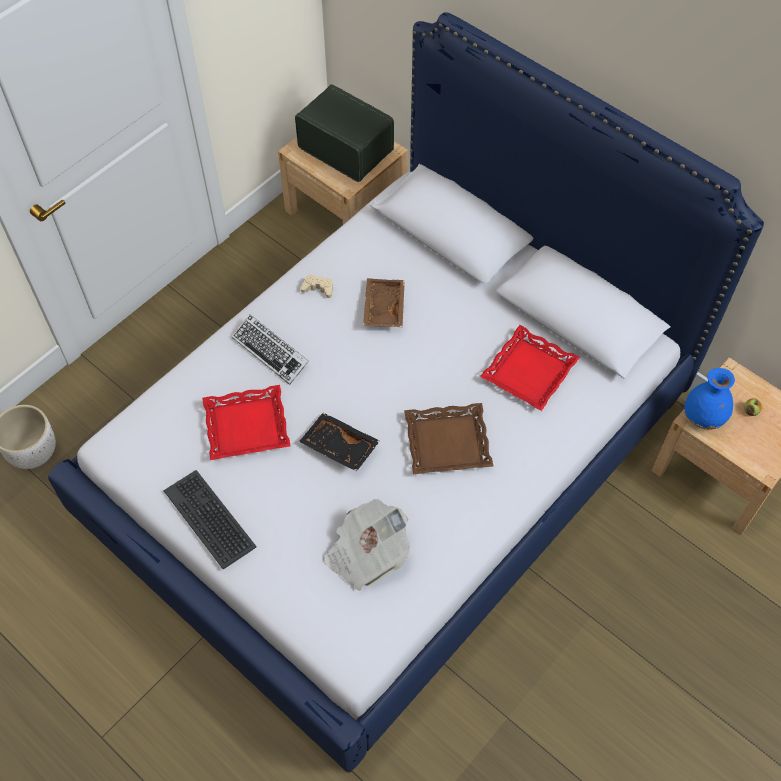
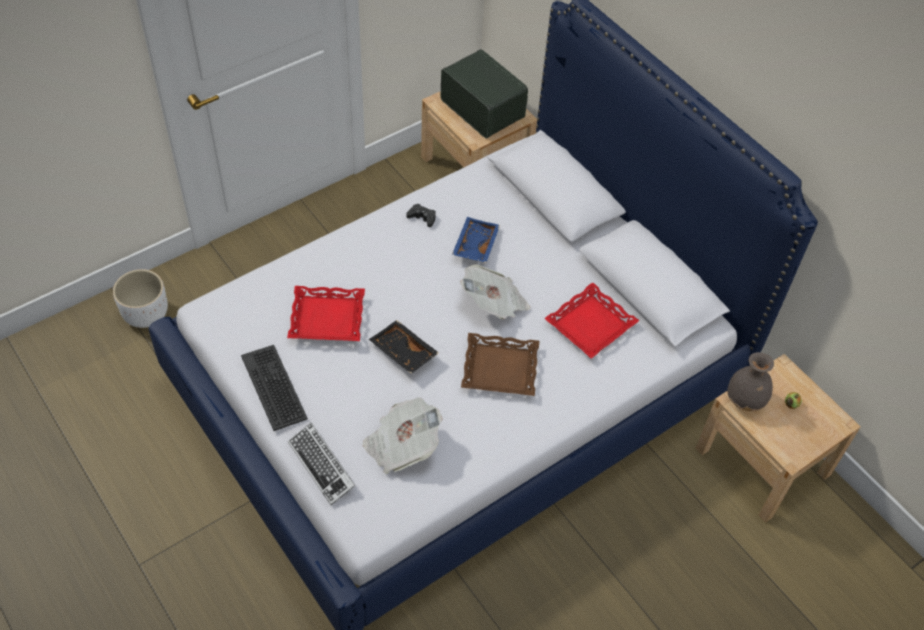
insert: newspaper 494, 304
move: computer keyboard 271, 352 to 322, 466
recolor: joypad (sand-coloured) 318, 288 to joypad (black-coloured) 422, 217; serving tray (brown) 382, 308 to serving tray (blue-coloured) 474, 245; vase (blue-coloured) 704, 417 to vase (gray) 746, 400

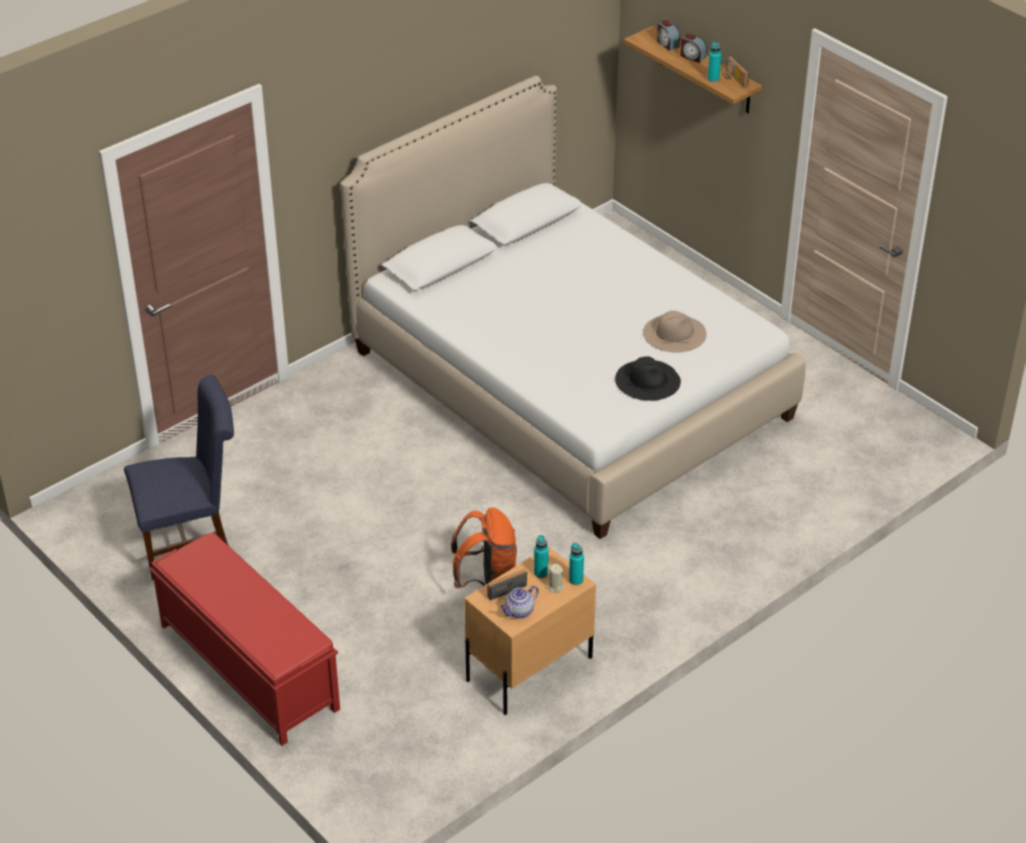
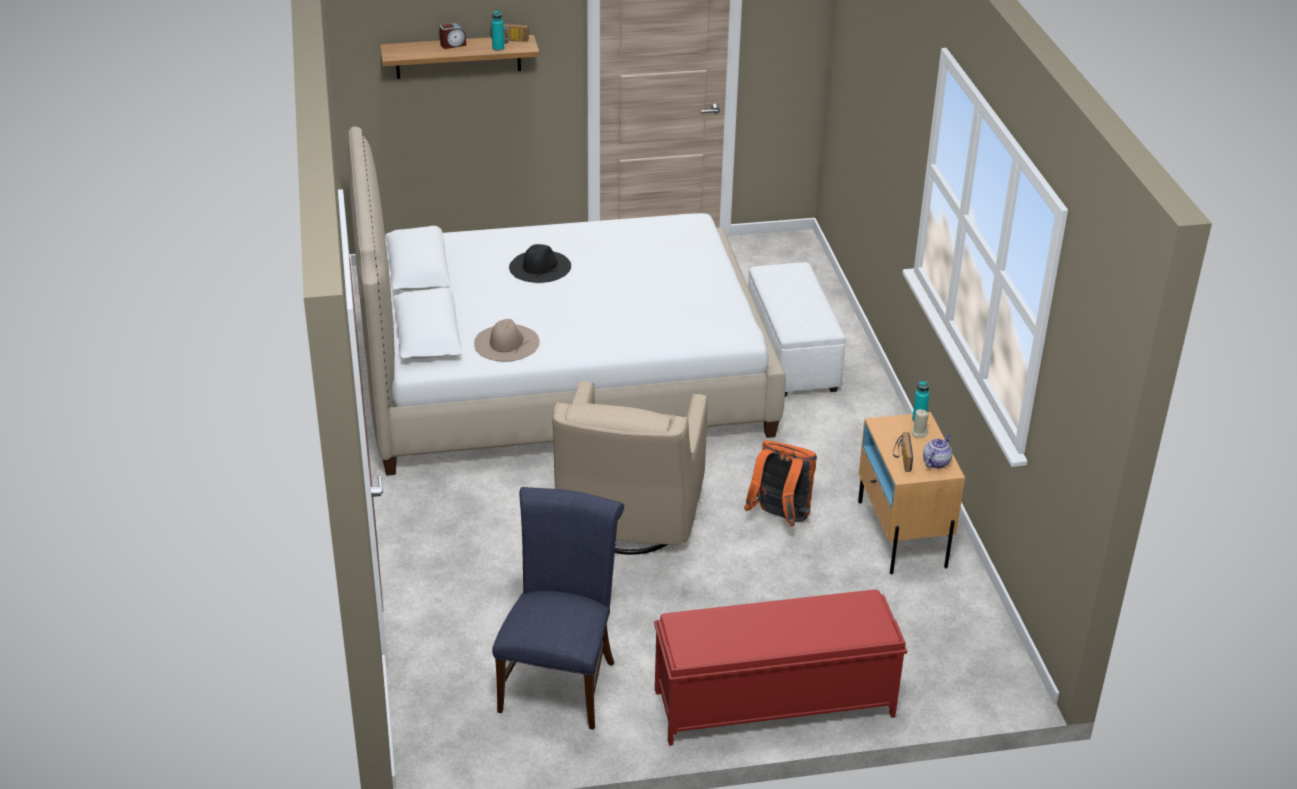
delete: beverage bottle (blue-green) 541, 573; table clock 667, 44
insert: armchair (sand-coloured) 628, 522; footrest (whitish) 791, 355
move: clothing hat (black-coloured) 647, 380 to 540, 266; clothing hat (sand-coloured) 674, 333 to 506, 342
rotate: tea pot 519, 612 = 936, 462 135 degrees counterclockwise

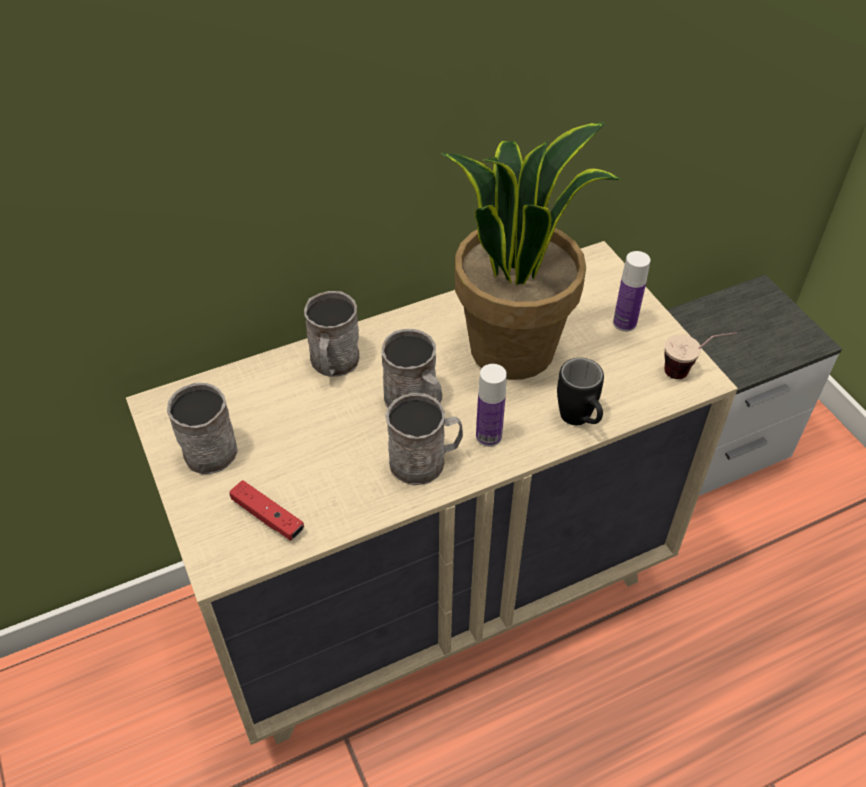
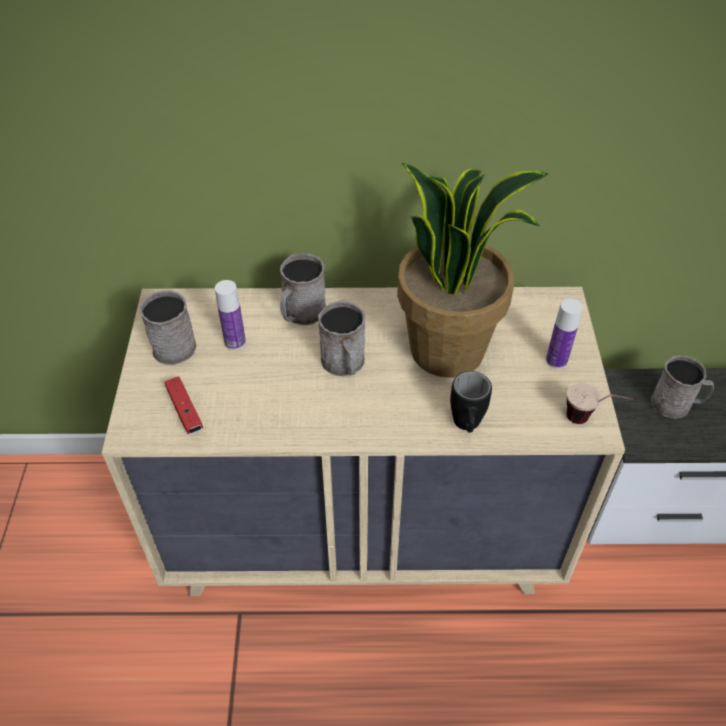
move: tea mug (gray) 425, 461 to 676, 404; beverage bottle 488, 436 to 235, 342

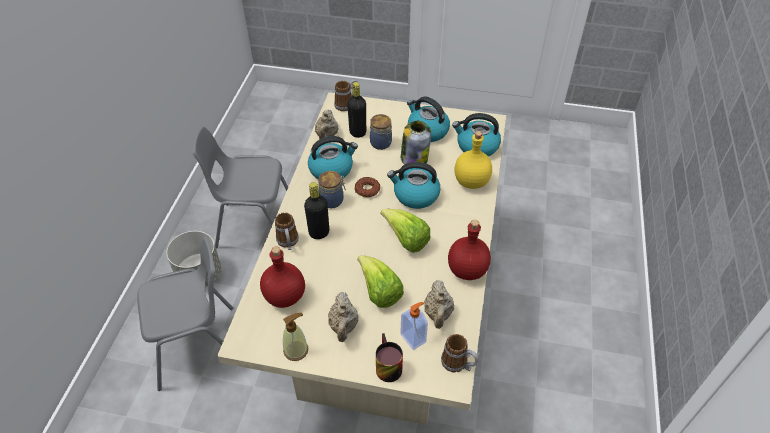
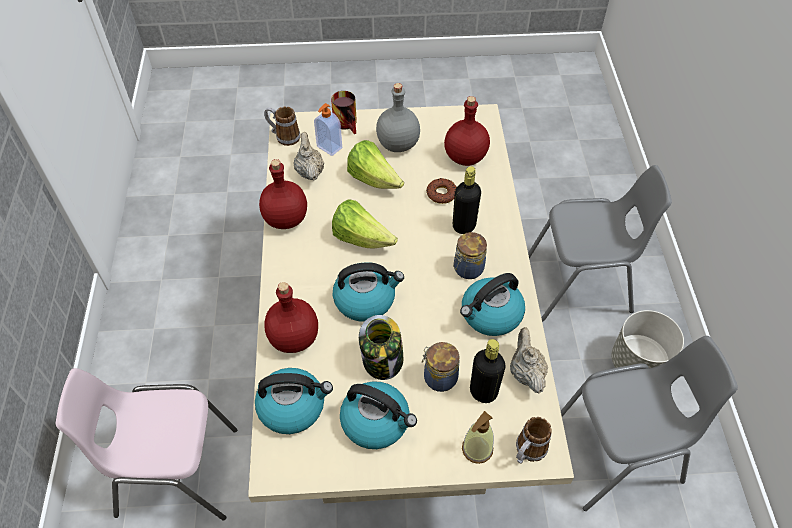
delete: tea mug 288, 243
insert: upright chair (pink-coloured) 176, 472
move: soap dispenser 296, 350 to 477, 449; ring doughnut 367, 189 to 441, 194
replace: tea pot (sand-coloured) 343, 326 to beverage bottle (gray) 397, 144
recolor: beverage bottle (yellowish) 471, 182 to beverage bottle (reddish) 294, 337
rotate: upright chair (gray) 198, 346 = 580, 285 150 degrees counterclockwise

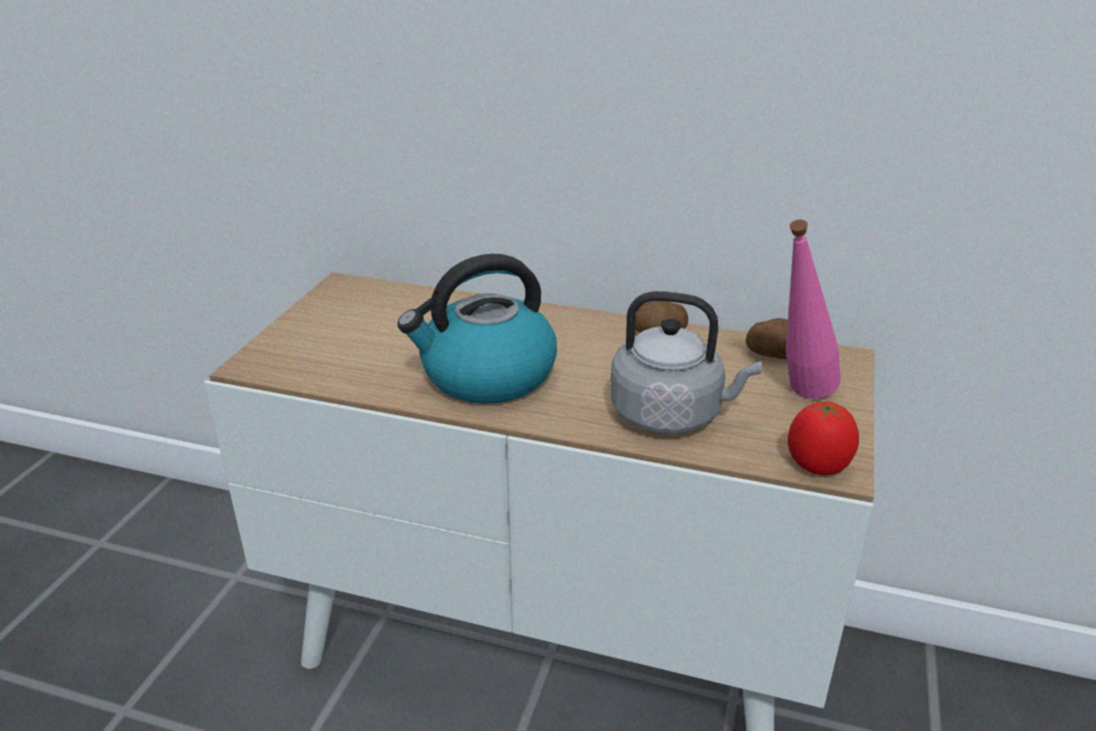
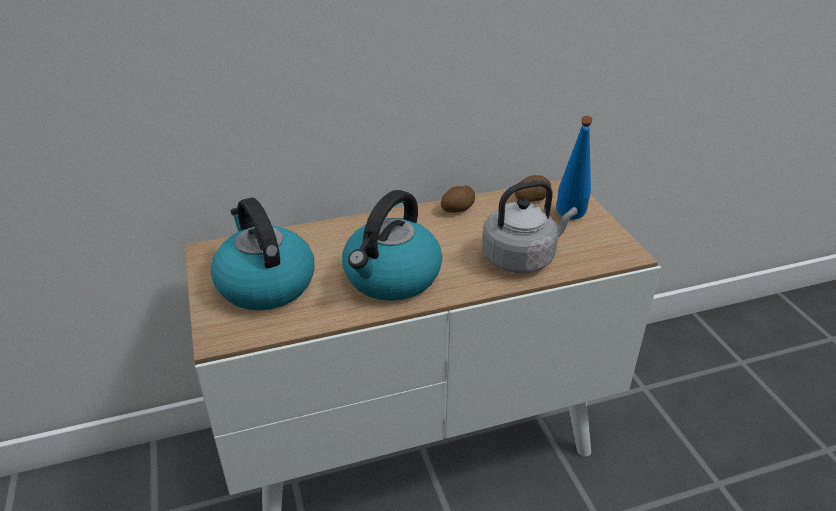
delete: fresh tomato 817, 466
insert: water kettle 265, 284
recolor: beverage bottle (pink-coloured) 796, 398 to beverage bottle (blue-coloured) 569, 221

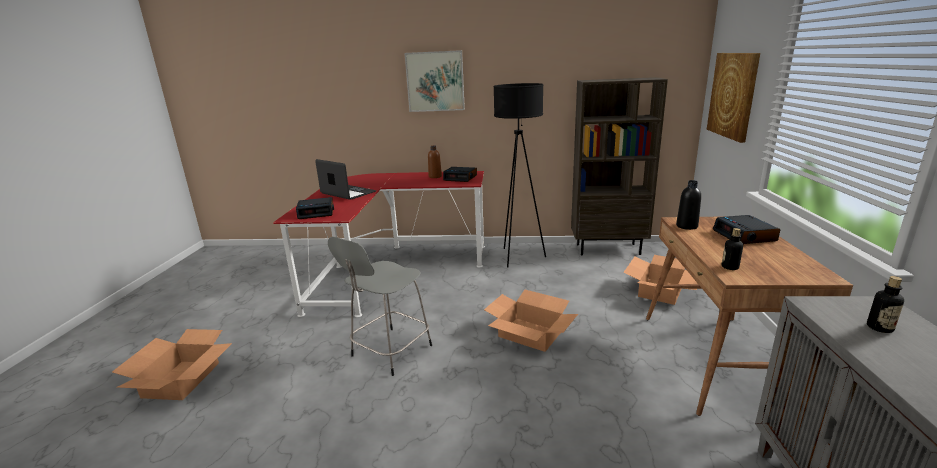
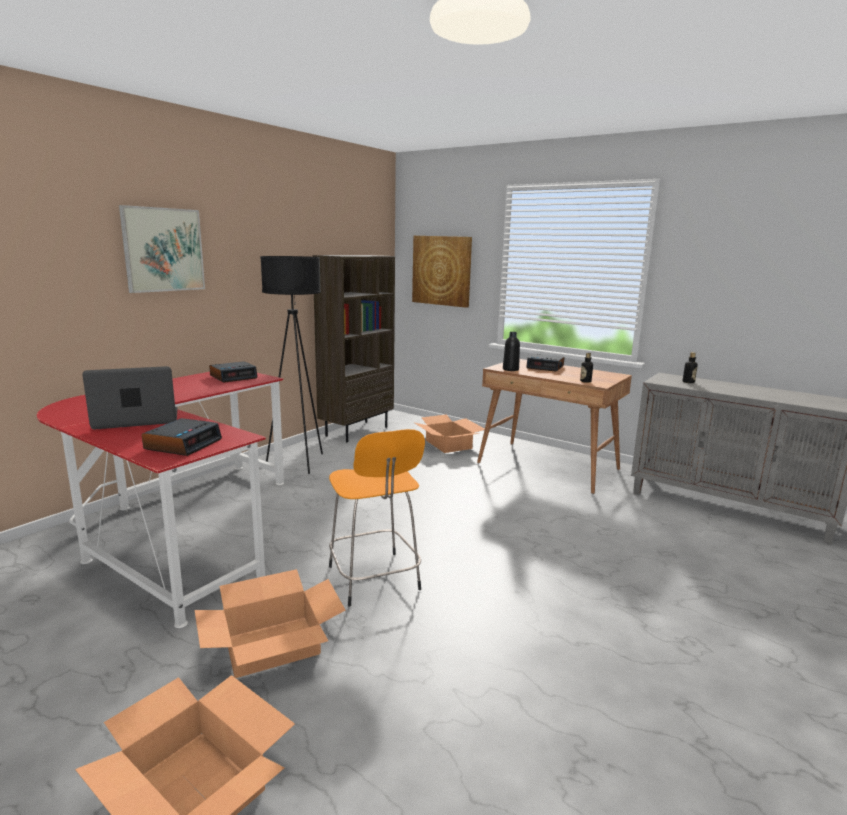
delete: beverage bottle (brown) 435, 176
move: cardboard box 530, 334 to 272, 645
recolor: sitting stool (gray) 389, 352 to sitting stool (orangey) 374, 580

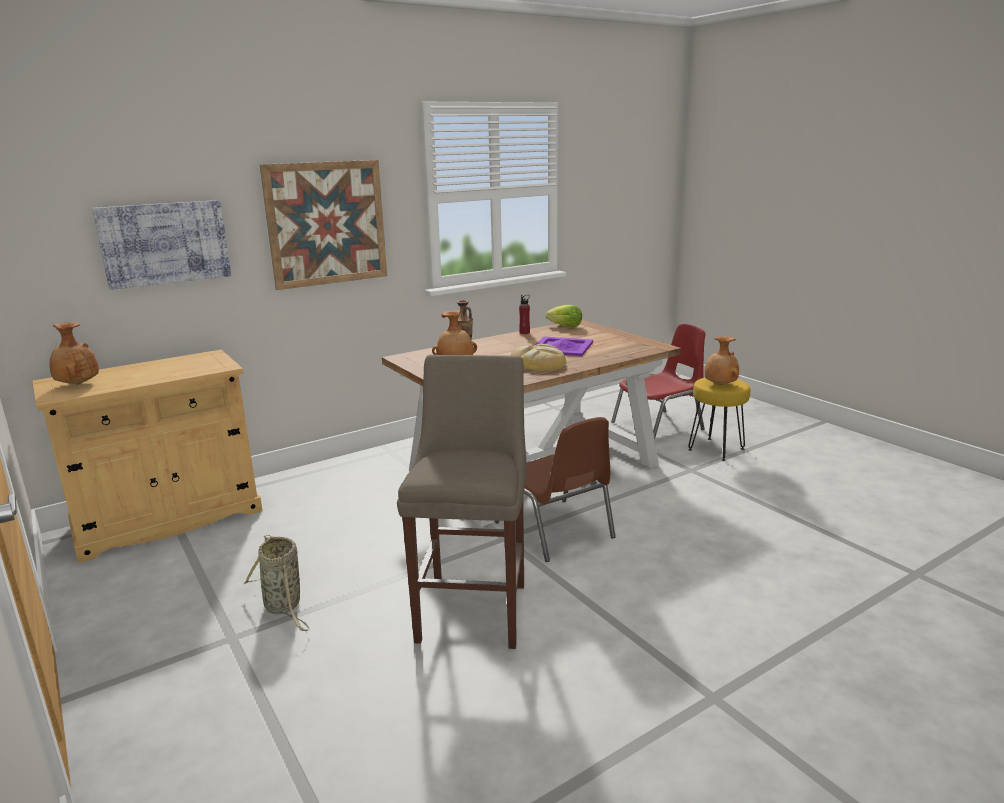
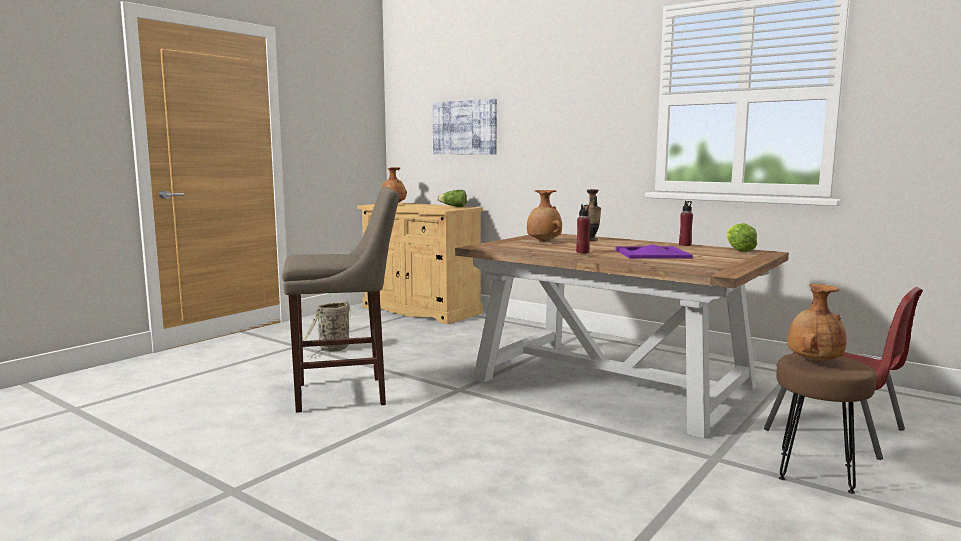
delete: wall picture 326, 223; upright chair (brown) 555, 530
insert: lettuce 453, 206
replace: bakery bread 537, 363 to beverage bottle (reddish) 582, 252
recolor: sitting stool (yellowish) 717, 449 to sitting stool (brown) 816, 472

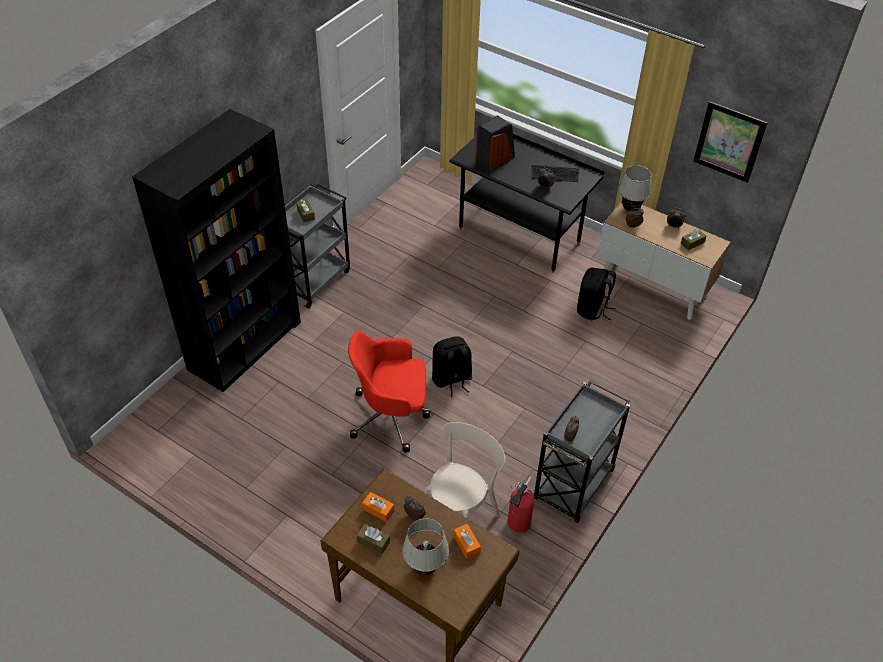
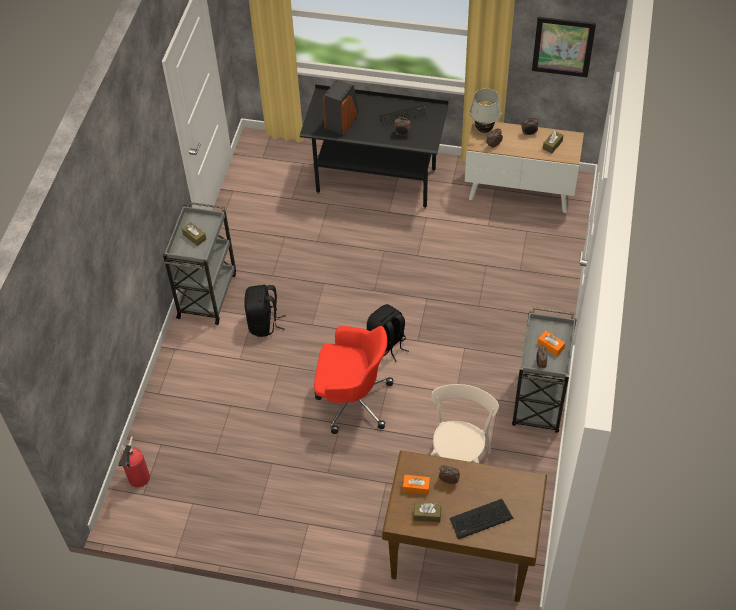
delete: shelving unit (black-coloured) 245, 345
move: box of tissues (orangey) 466, 544 to 550, 346; fire extinguisher 517, 524 to 138, 480; rucksack (black-coloured) 592, 309 to 264, 324
replace: table lamp (whitish) 425, 568 to computer keyboard 480, 519
rotate: office chair (reddish) 391, 416 = 352, 399 150 degrees counterclockwise

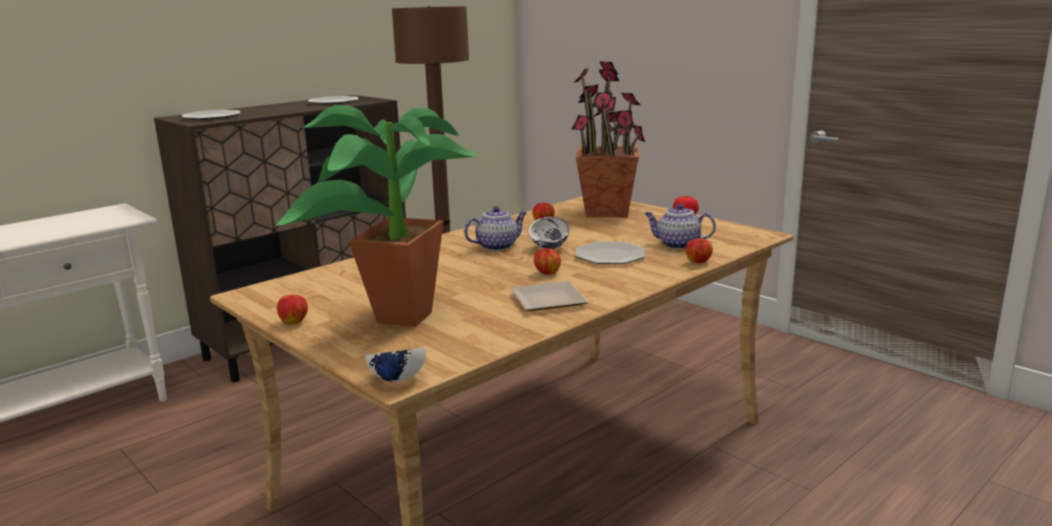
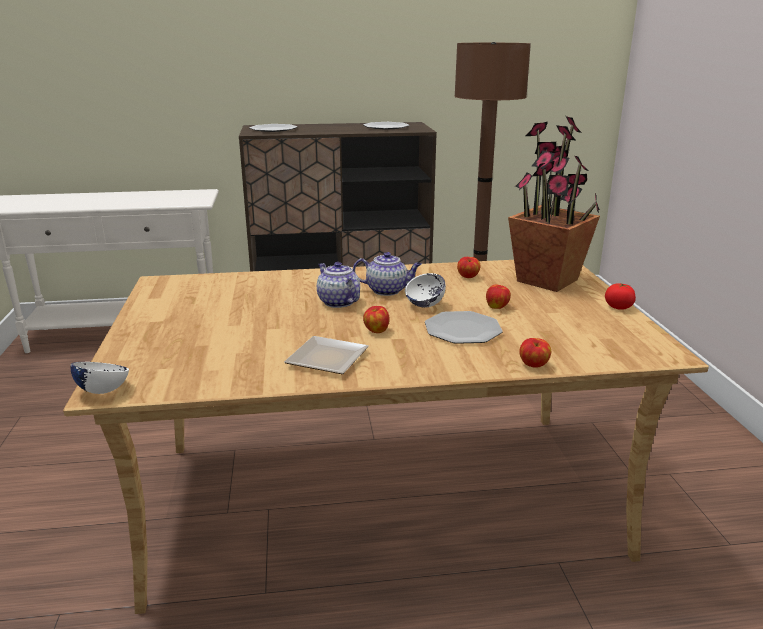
delete: plant in a pot 394, 321
move: whole apple 294, 322 to 497, 307; tea pot 677, 245 to 337, 302

